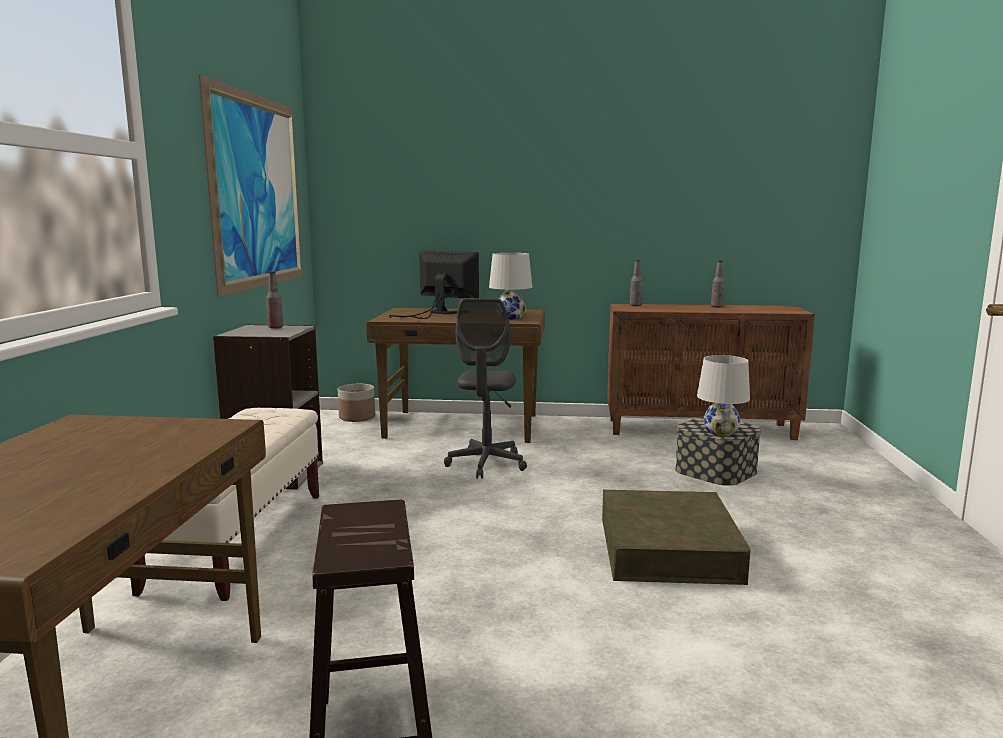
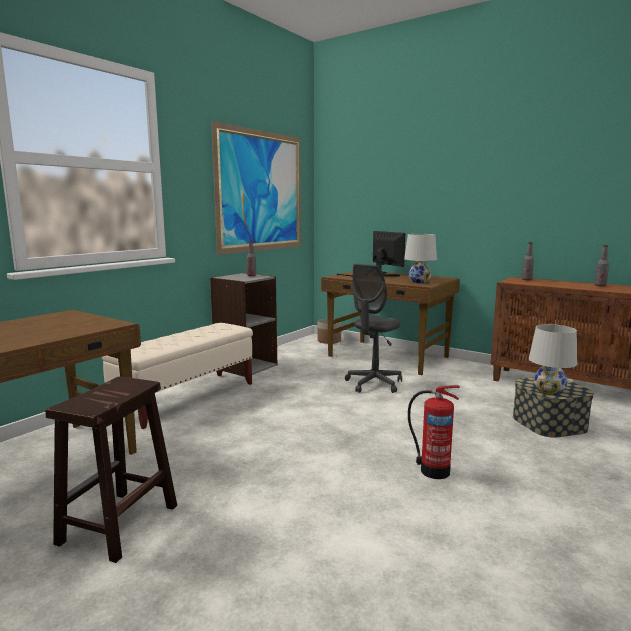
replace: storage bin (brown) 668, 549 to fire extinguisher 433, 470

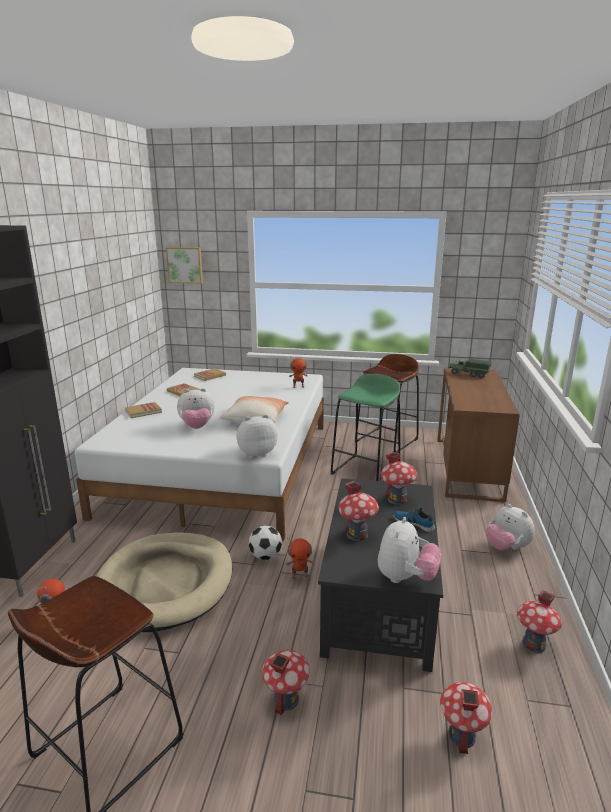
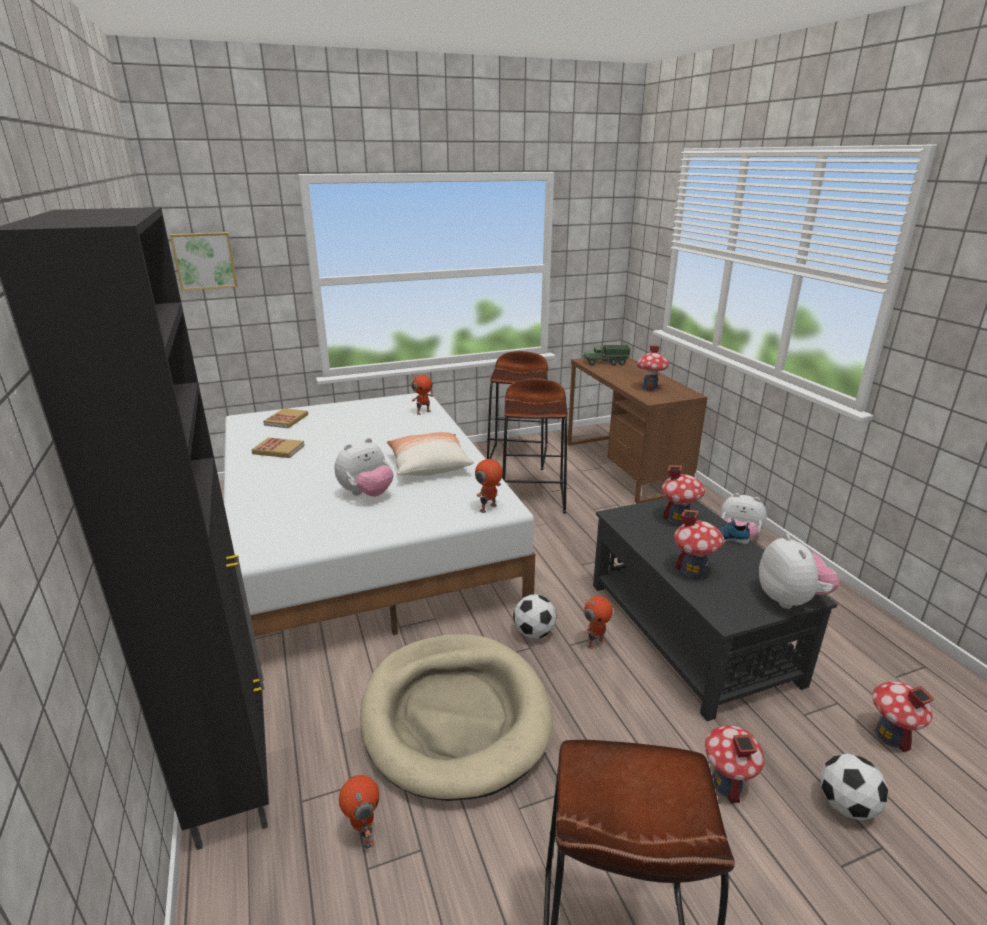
delete: book 143, 411
insert: football ball 846, 805
move: model house 534, 644 to 650, 388
replace: soft toy 256, 453 to robot figure 489, 508
recolor: sitting stool (green-coloured) 366, 471 to sitting stool (brown) 533, 497

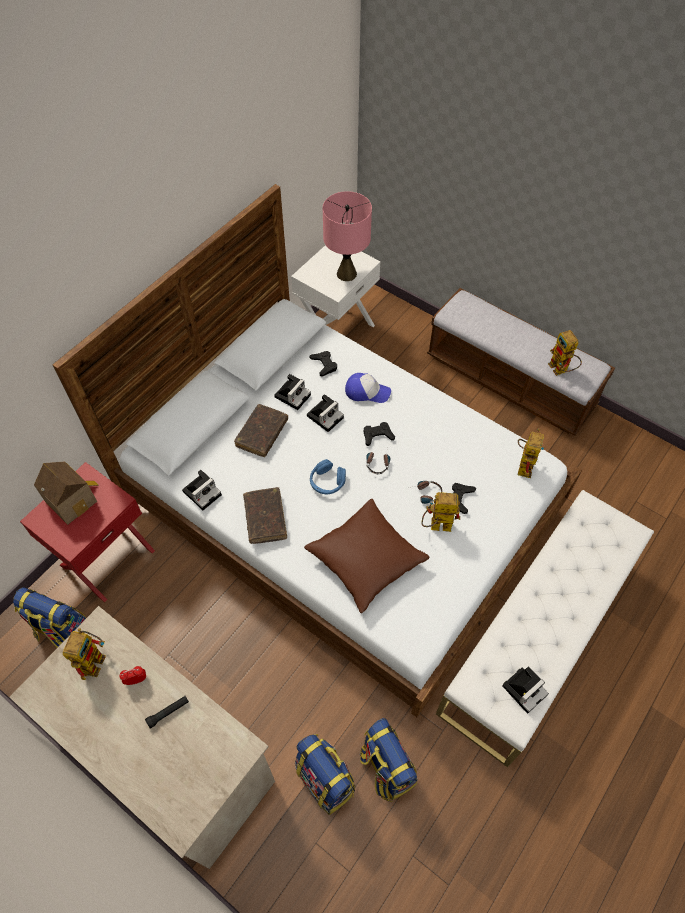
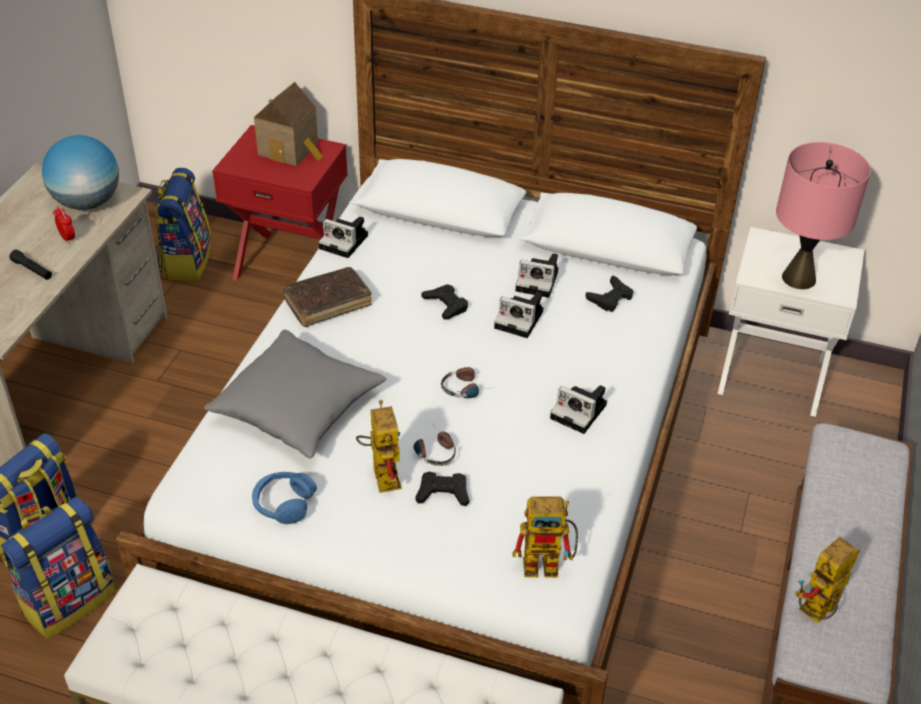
delete: book (brown) 262, 434; cap 367, 391
move: headset (blue-coloured) 327, 482 to 283, 503; joypad (black-coloured) 377, 435 to 446, 305; still camera 525, 689 to 580, 412
replace: robot figure 93, 658 to globe 87, 202
recolor: throw pillow (brown) 366, 559 to throw pillow (gray) 298, 408

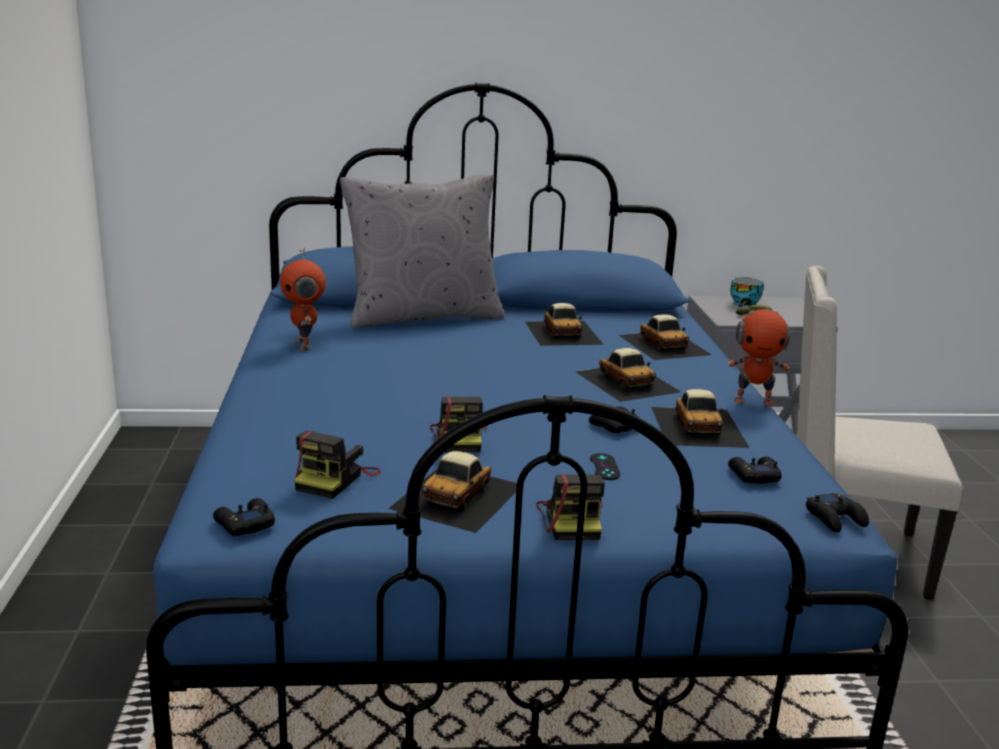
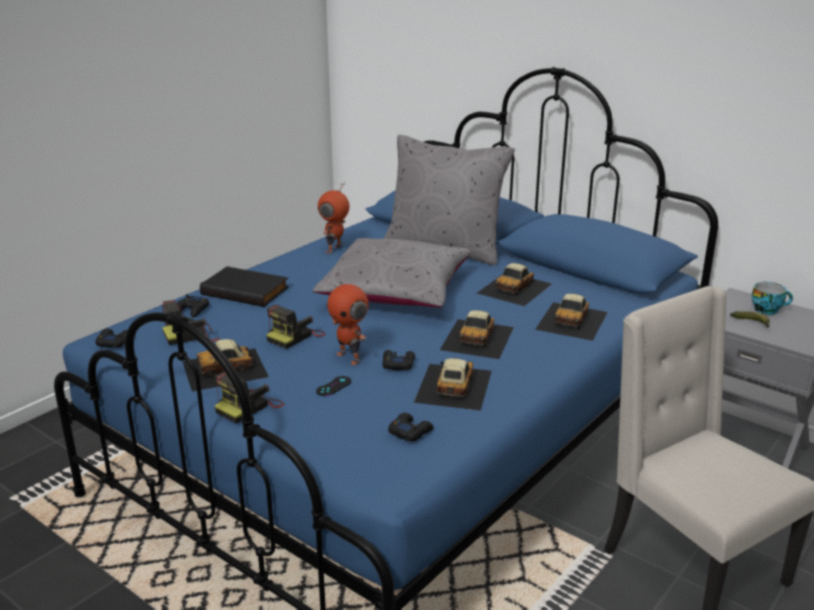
insert: book (black-coloured) 246, 290; throw pillow (gray) 395, 292
move: robot figure 753, 401 to 350, 357; joypad (black-coloured) 835, 519 to 192, 310
rotate: toy car 698, 426 = 453, 386 150 degrees clockwise

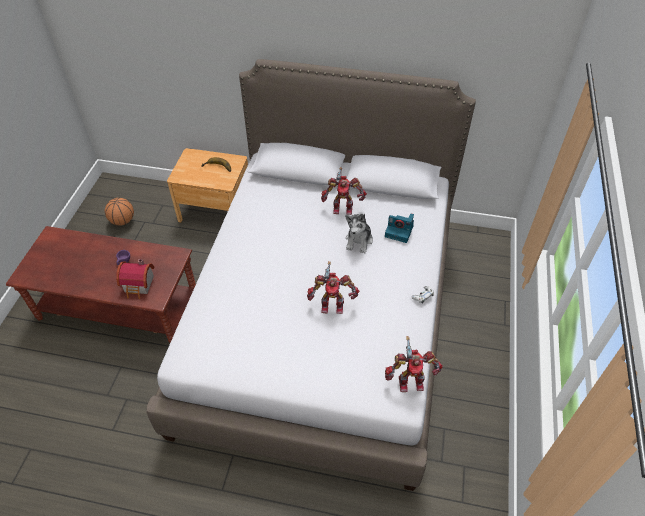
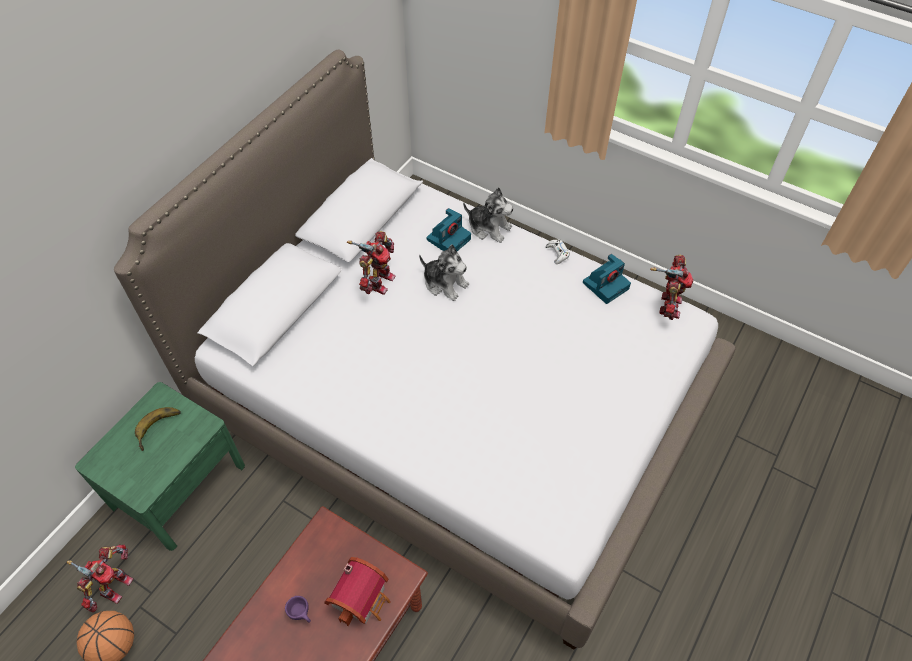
insert: soft toy 489, 228; still camera 606, 285
move: robot figure 332, 305 to 114, 586
recolor: nightstand (brown) 215, 209 to nightstand (green-coloured) 178, 486

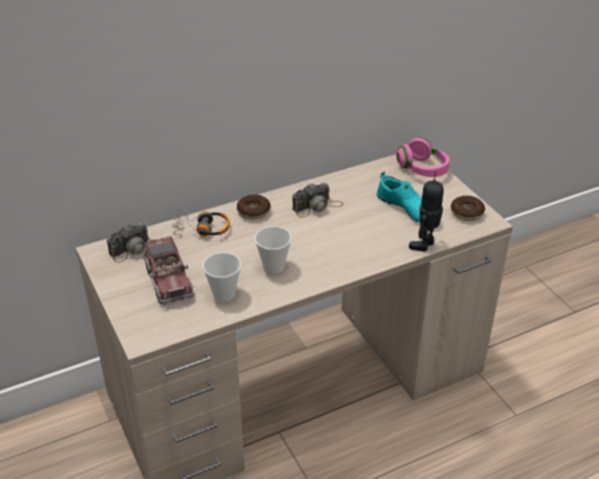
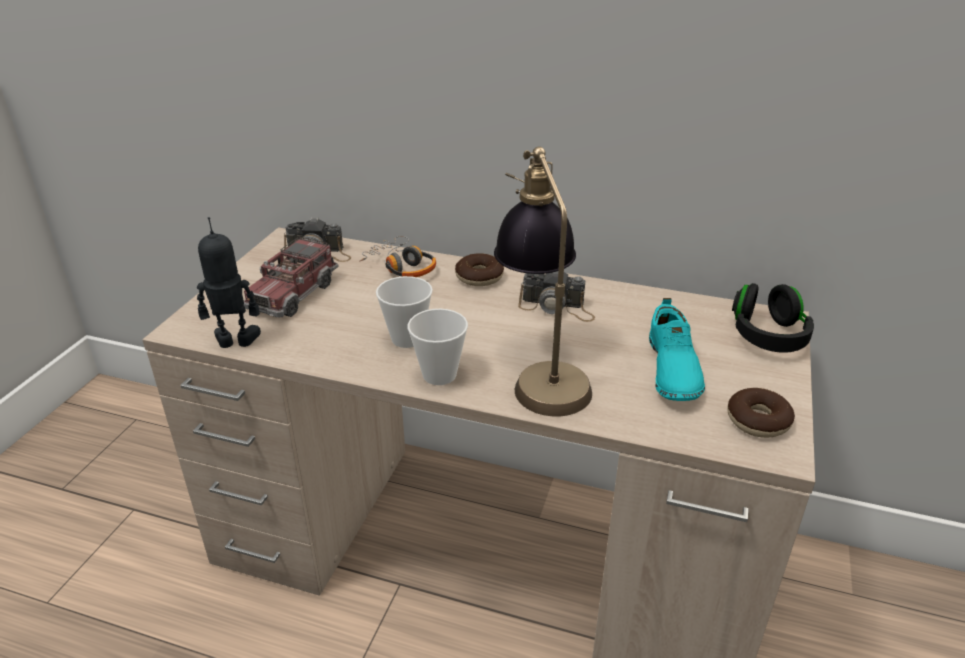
insert: table lamp 541, 371
move: small cup 224, 294 to 439, 375; robot figure 425, 245 to 236, 342
recolor: headset (pink-coloured) 422, 169 to headset (black-coloured) 767, 336

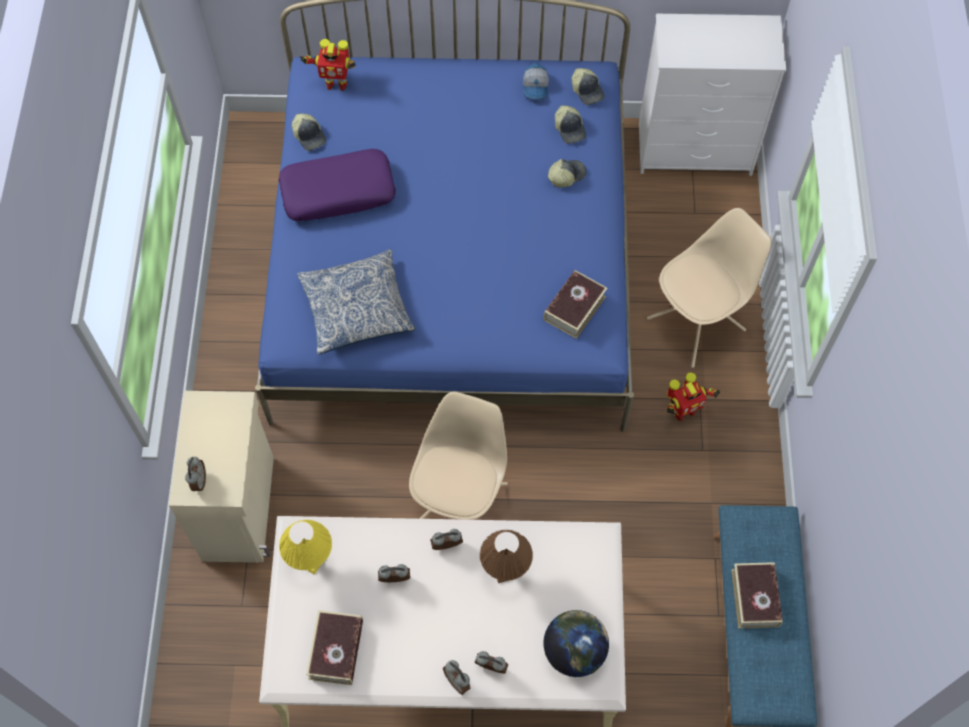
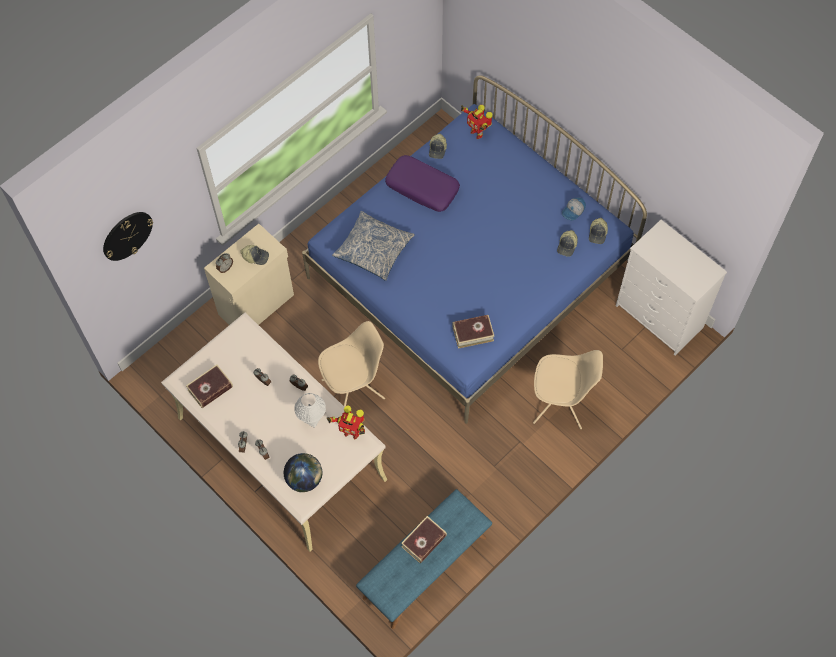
delete: table lamp (yellowish) 311, 560
insert: clock on the wall 127, 235
move: cap 566, 175 to 255, 256; robot figure 683, 412 to 351, 432
recolor: table lamp (brown) 504, 570 to table lamp (whitish) 312, 419

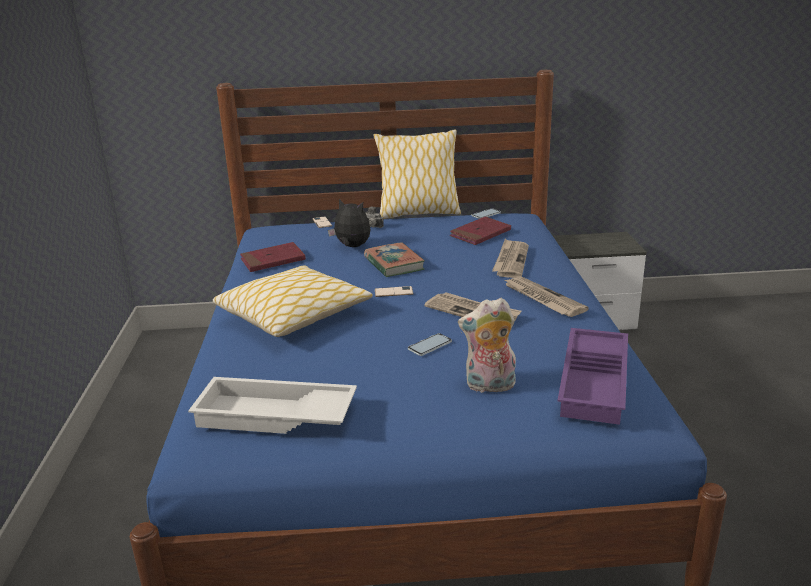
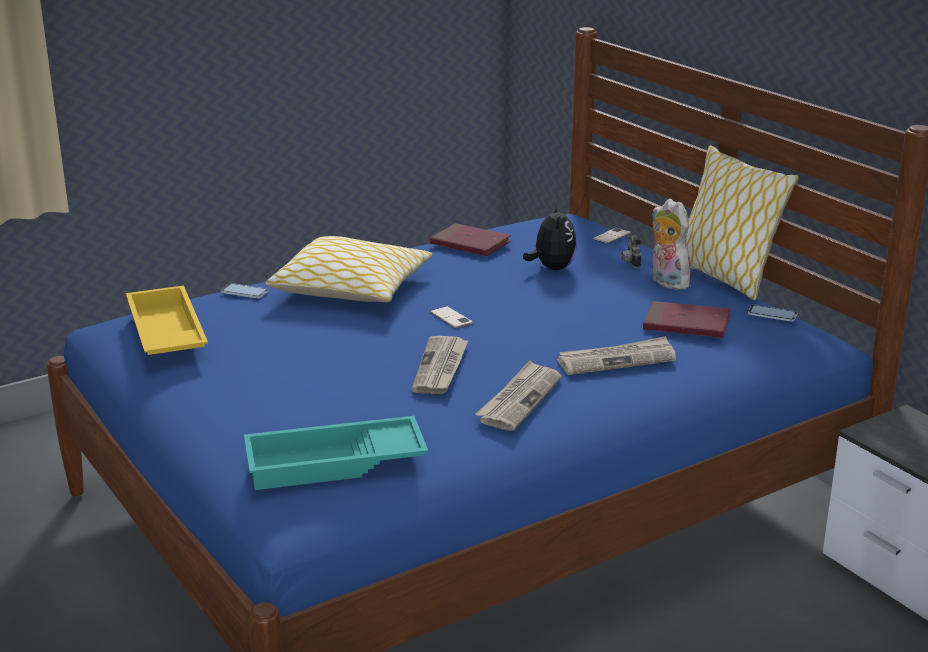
delete: book 394, 264
move: telephone 430, 345 to 244, 292; soft toy 489, 386 to 666, 282
recolor: serving tray (whitish) 274, 417 to serving tray (yellowish) 164, 334; serving tray (purple-coloured) 596, 382 to serving tray (blue-green) 334, 464

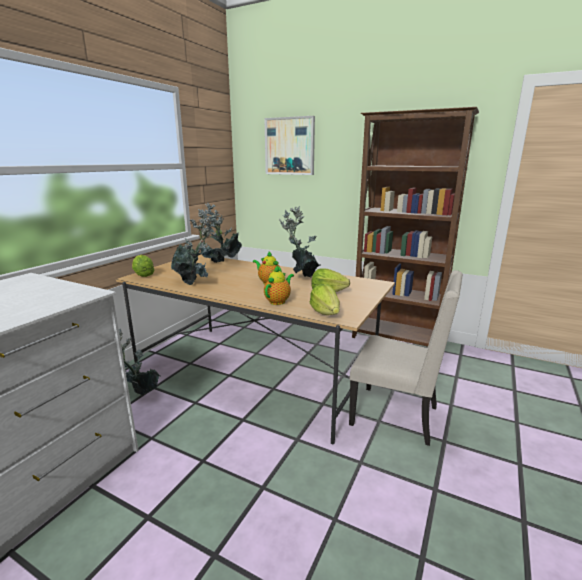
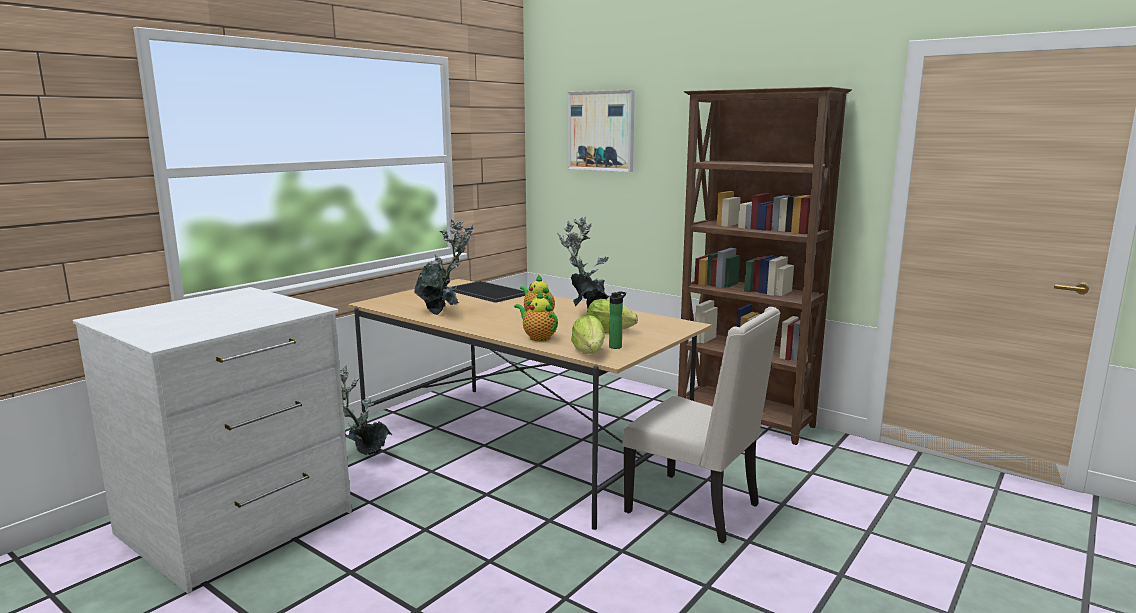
delete: lettuce 143, 275
insert: beverage bottle 616, 346
replace: plant in a pot 220, 264 to serving tray 486, 292
rotate: tea pot 278, 301 = 538, 337 90 degrees counterclockwise

